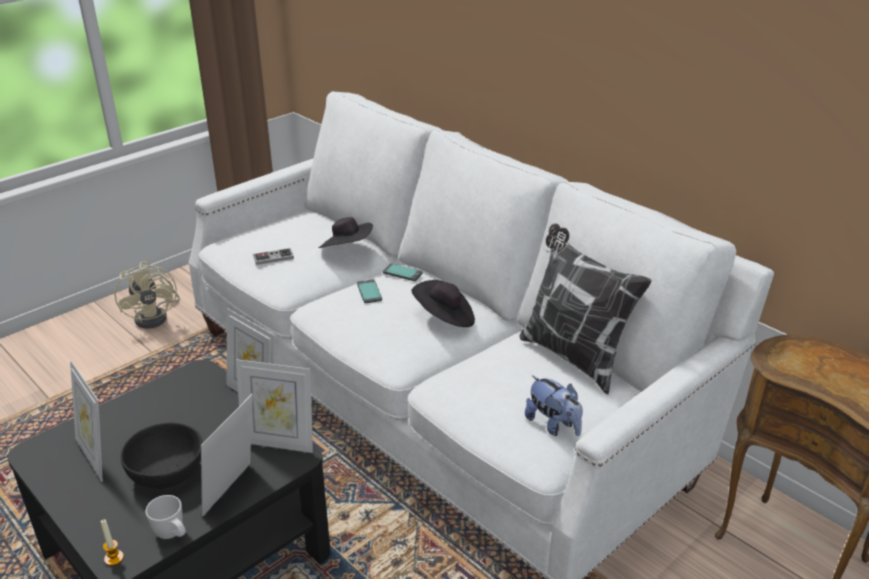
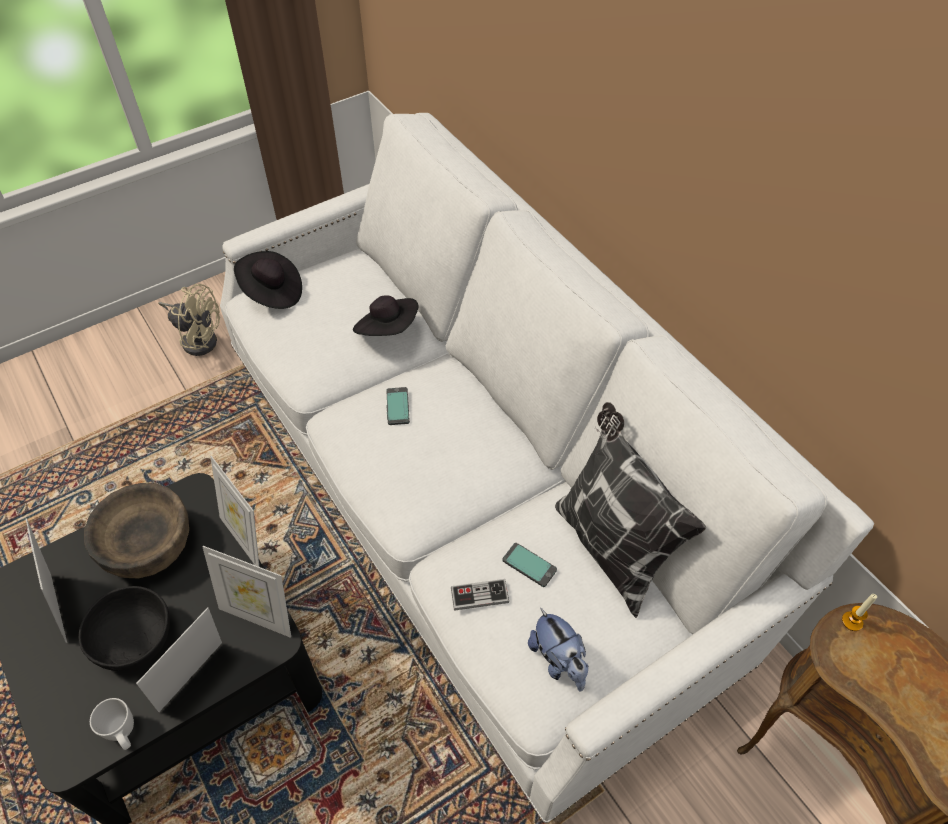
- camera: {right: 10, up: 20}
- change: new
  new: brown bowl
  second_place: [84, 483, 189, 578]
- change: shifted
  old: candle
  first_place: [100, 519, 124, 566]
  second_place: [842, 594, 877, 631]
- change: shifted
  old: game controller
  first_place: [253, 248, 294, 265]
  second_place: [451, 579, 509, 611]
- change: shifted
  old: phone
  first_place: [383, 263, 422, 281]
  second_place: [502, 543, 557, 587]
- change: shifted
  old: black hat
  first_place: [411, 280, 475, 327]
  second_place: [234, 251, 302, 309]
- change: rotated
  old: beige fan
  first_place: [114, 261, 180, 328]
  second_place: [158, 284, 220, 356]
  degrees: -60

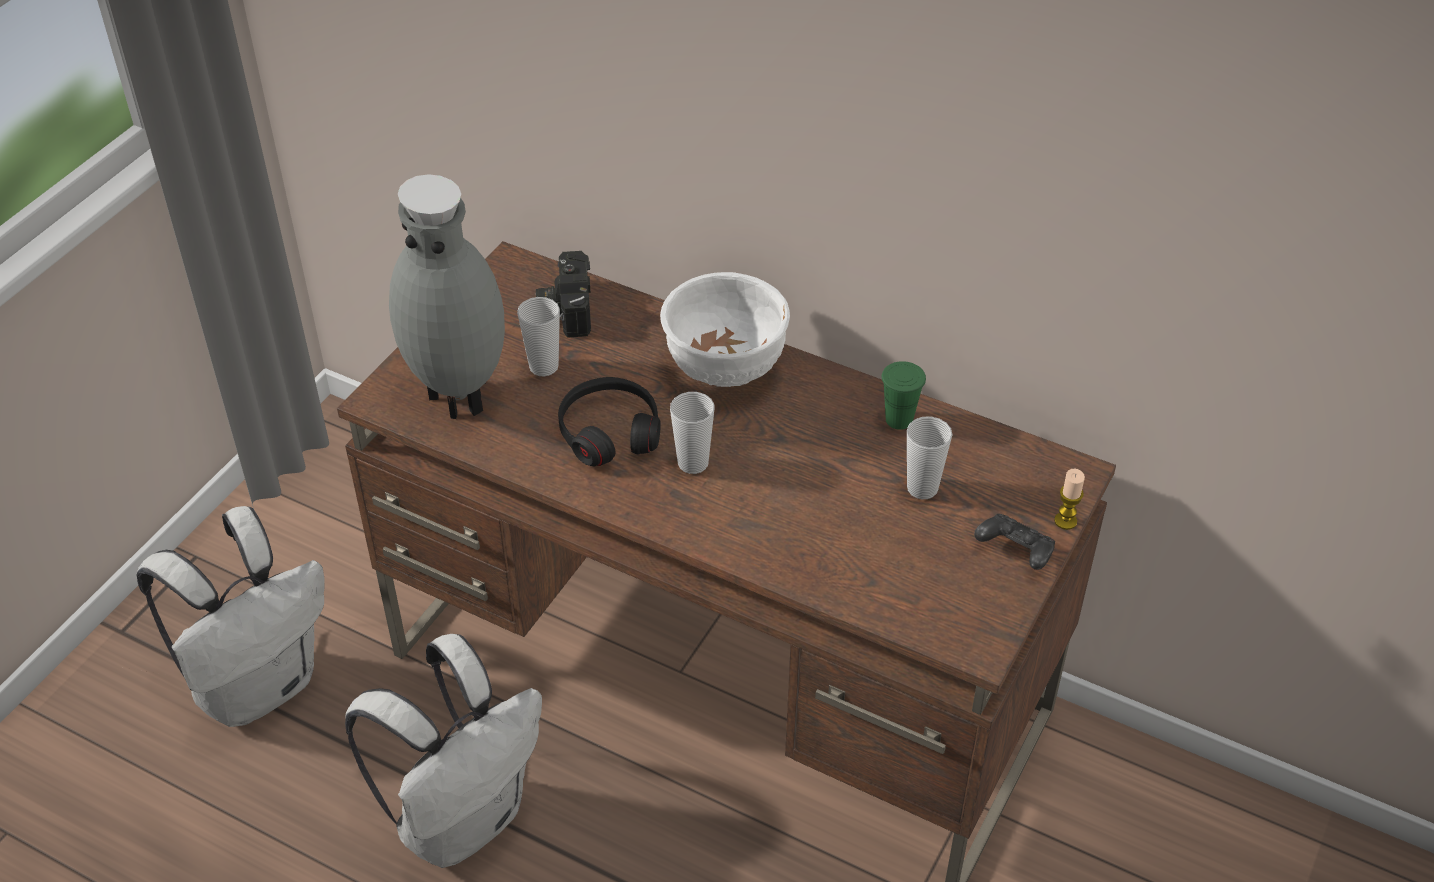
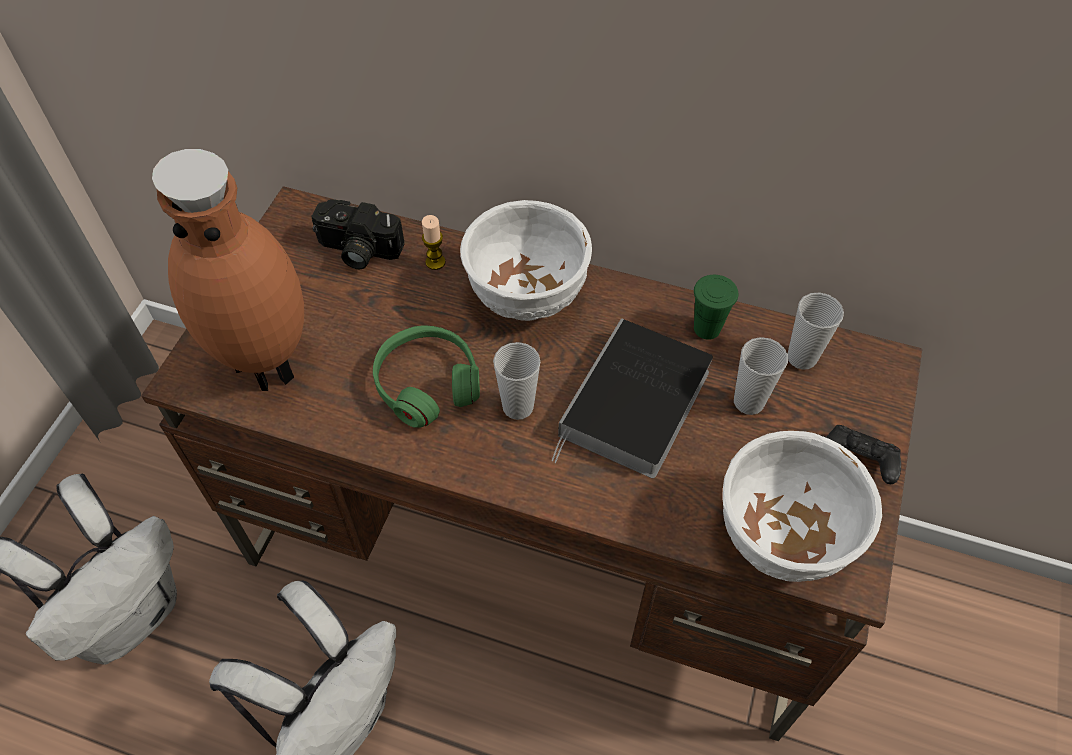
- camera: {right: -10, up: 10}
- change: new
  new: book
  second_place: [552, 318, 713, 478]
- change: new
  new: white bowl
  second_place: [722, 431, 882, 582]
- change: shifted
  old: cup
  first_place: [517, 297, 560, 376]
  second_place: [788, 292, 844, 370]
- change: shifted
  old: candle
  first_place: [1054, 469, 1085, 530]
  second_place: [422, 215, 446, 270]
- change: repainted
  old: grey vase
  new: brown vase
  first_place: [389, 174, 505, 419]
  second_place: [152, 149, 304, 391]
- change: repainted
  old: black headphones
  new: green headphones
  first_place: [558, 377, 661, 466]
  second_place: [373, 326, 480, 428]
- change: rotated
  old: photo camera
  first_place: [536, 251, 591, 338]
  second_place: [311, 199, 405, 269]
  degrees: -60

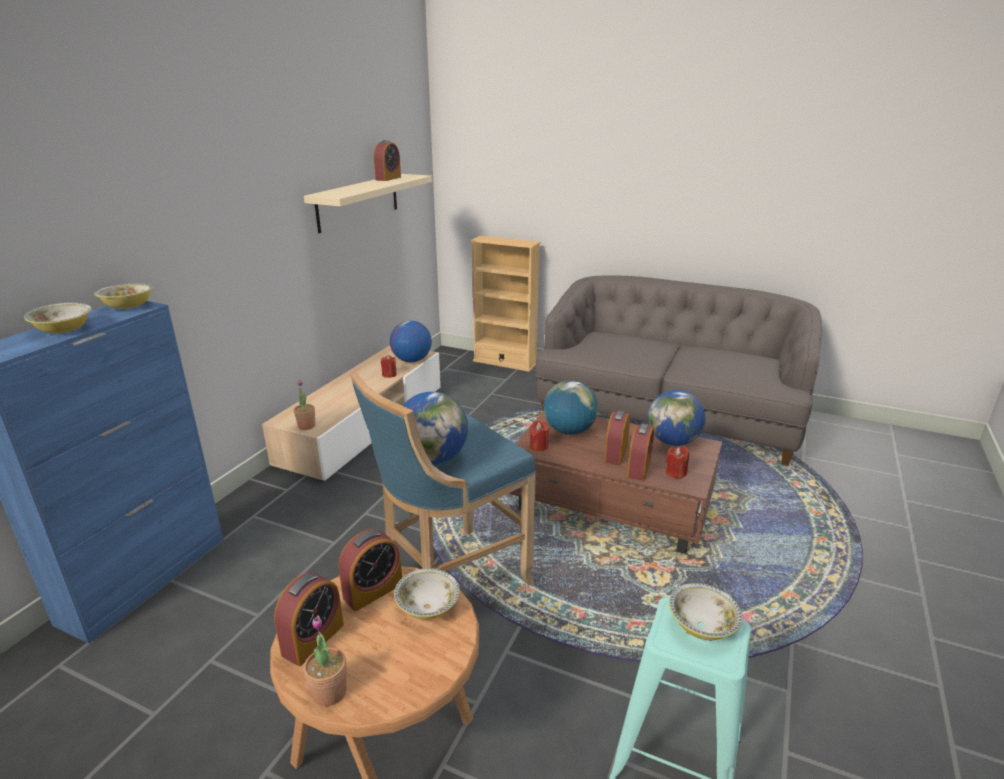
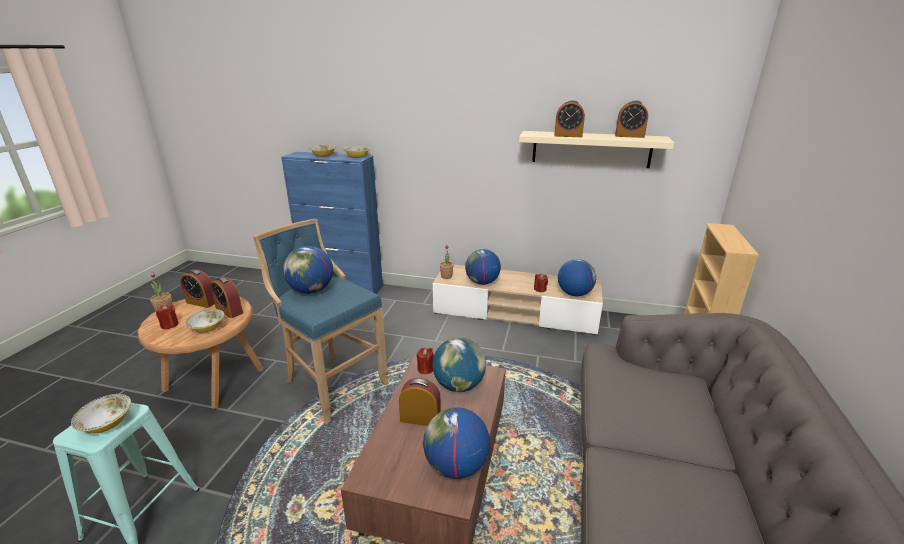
- camera: {right: 80, up: 0}
- change: new
  new: globe
  second_place: [465, 249, 501, 285]
- change: shifted
  old: alarm clock
  first_place: [627, 424, 654, 481]
  second_place: [554, 100, 585, 137]
- change: shifted
  old: red candle
  first_place: [666, 446, 689, 479]
  second_place: [156, 305, 179, 329]

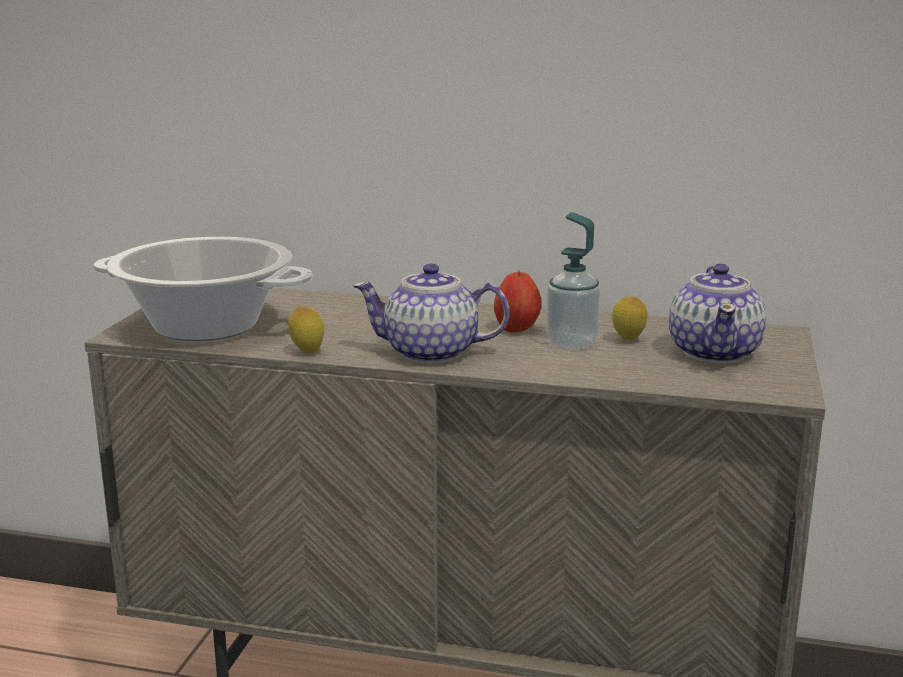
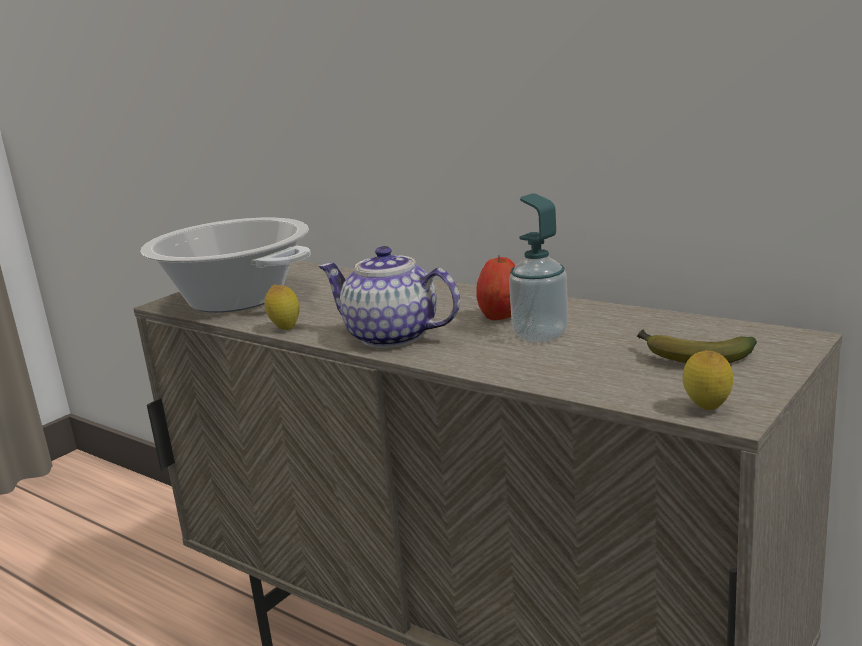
- camera: {right: 25, up: 0}
- change: shifted
  old: lemon
  first_place: [612, 296, 648, 340]
  second_place: [682, 351, 733, 410]
- change: swapped
  old: teapot
  new: banana
  first_place: [669, 264, 766, 363]
  second_place: [637, 330, 757, 363]

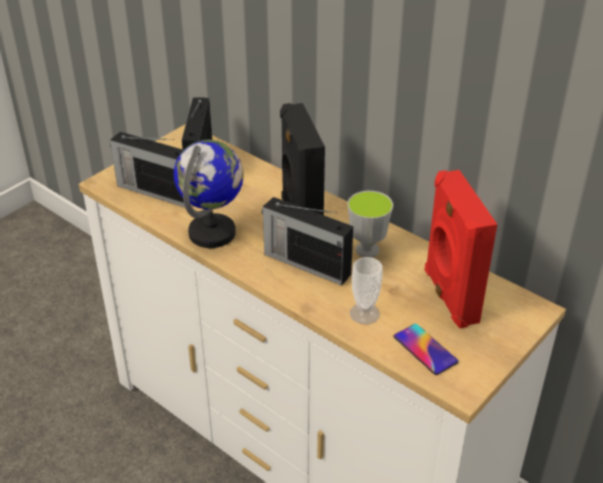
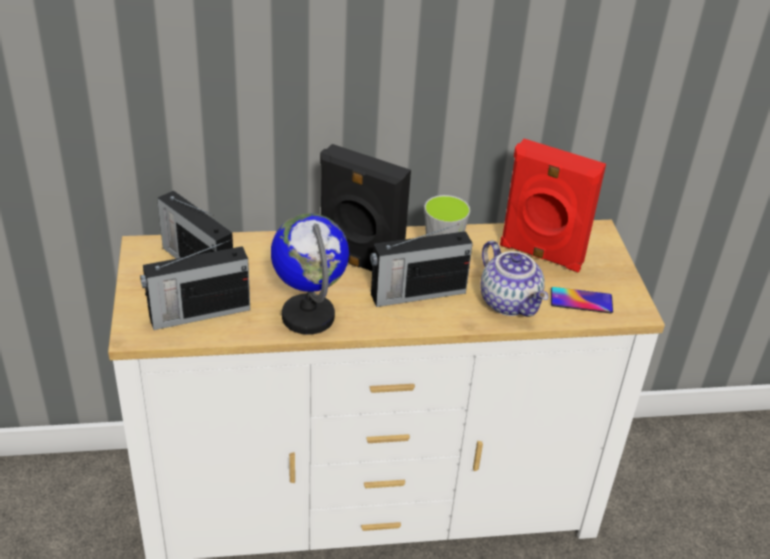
- camera: {right: -50, up: 0}
- change: swapped
  old: cup
  new: teapot
  first_place: [350, 257, 383, 324]
  second_place: [480, 240, 549, 317]

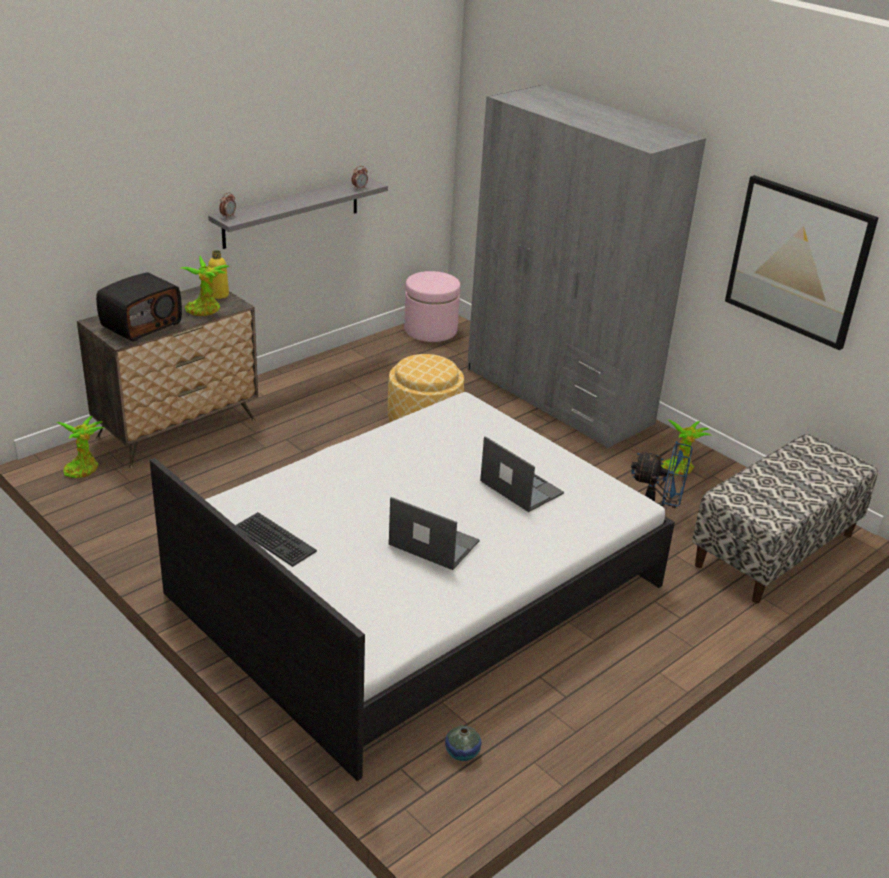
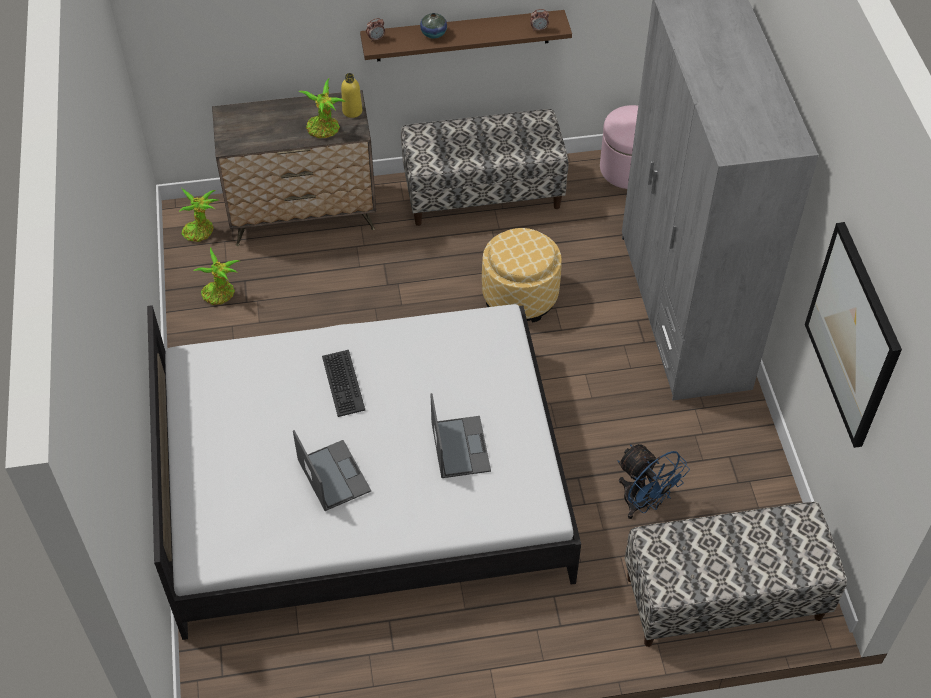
- camera: {right: 35, up: 20}
- change: gone
  old: radio
  first_place: [96, 272, 182, 341]
- change: new
  new: bench
  second_place: [401, 109, 568, 226]
- change: shifted
  old: keyboard
  first_place: [235, 512, 317, 567]
  second_place: [322, 350, 365, 417]
- change: shifted
  old: vase
  first_place: [445, 726, 481, 761]
  second_place: [420, 13, 447, 39]
- change: shifted
  old: potted plant
  first_place: [661, 419, 712, 476]
  second_place: [193, 247, 239, 305]
- change: repainted
  old: grey shelf
  new: brown shelf
  first_place: [208, 177, 388, 249]
  second_place: [360, 10, 572, 62]

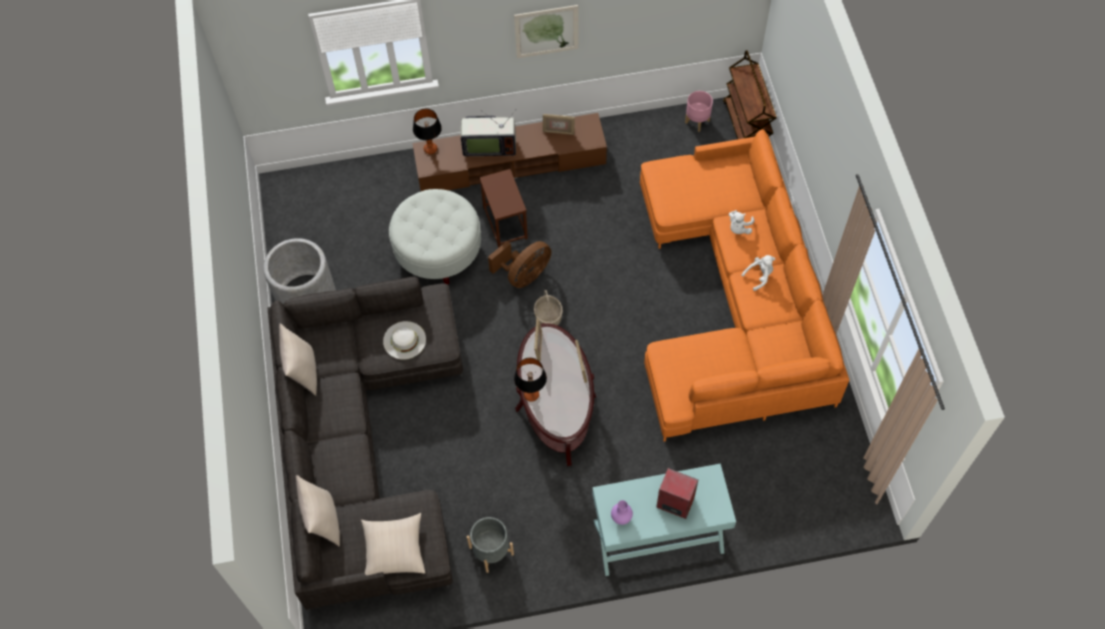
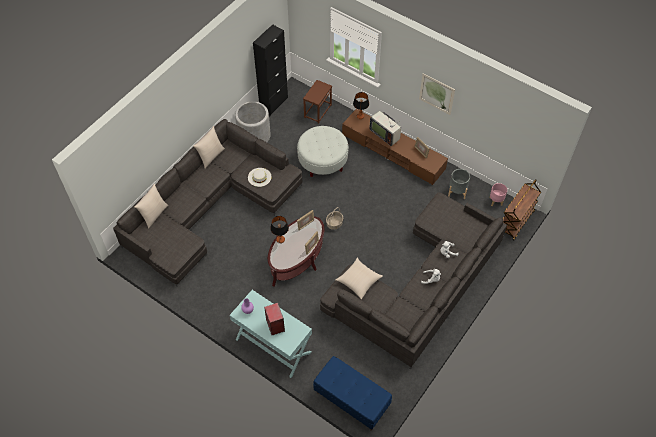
- camera: {right: 45, up: -5}
- change: gone
  old: brown fan
  first_place: [488, 241, 551, 288]
- change: new
  new: black cabinet
  second_place: [253, 24, 288, 115]
- change: new
  new: blue bench
  second_place: [313, 356, 392, 431]
- change: shifted
  old: beige pillow
  first_place: [361, 513, 425, 575]
  second_place: [336, 258, 383, 299]
- change: shifted
  old: grey planter
  first_place: [467, 517, 514, 573]
  second_place: [448, 169, 470, 199]
- change: shifted
  old: brown side table
  first_place: [479, 169, 528, 247]
  second_place: [303, 80, 332, 124]
- change: repainted
  old: orange sofa
  new: grey sofa
  first_place: [640, 129, 849, 441]
  second_place: [320, 192, 507, 369]

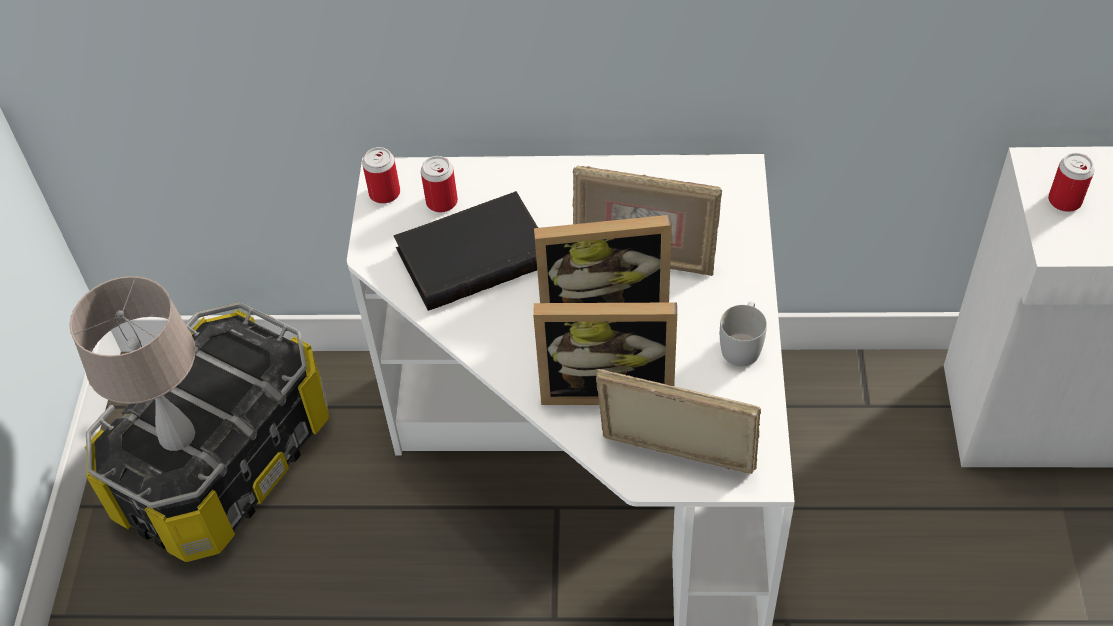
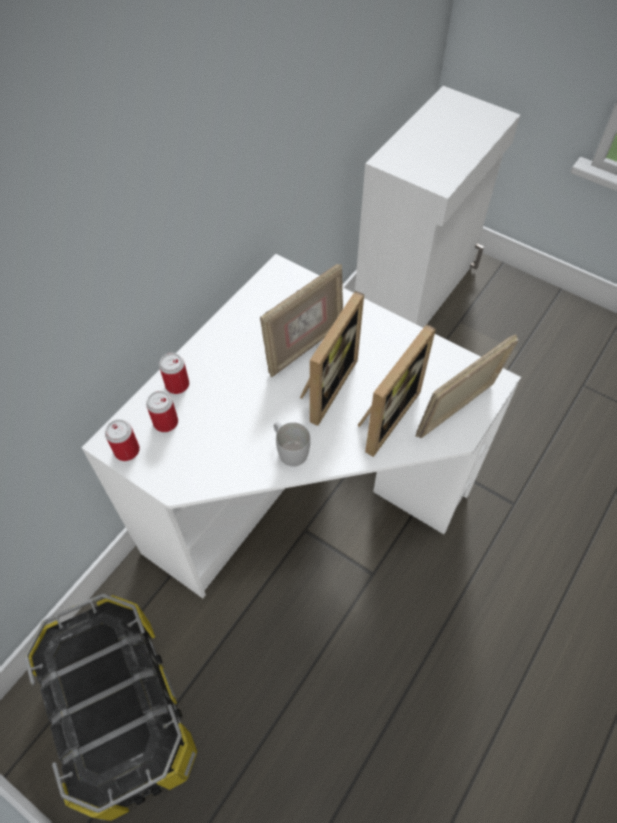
- camera: {right: -60, up: 5}
- change: gone
  old: beige table lamp
  first_place: [69, 276, 196, 451]
- change: gone
  old: black book
  first_place: [394, 191, 538, 311]
- change: shifted
  old: white mug
  first_place: [720, 302, 767, 366]
  second_place: [274, 422, 310, 467]
- change: shifted
  old: can
  first_place: [1048, 153, 1094, 212]
  second_place: [159, 353, 189, 394]

